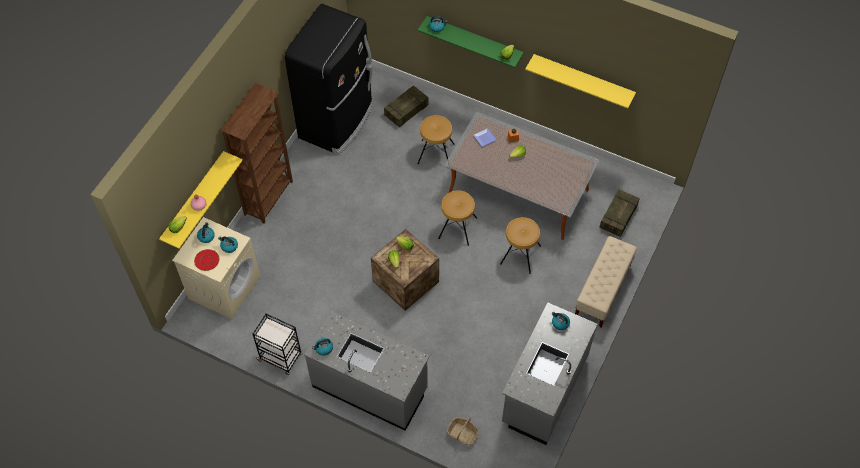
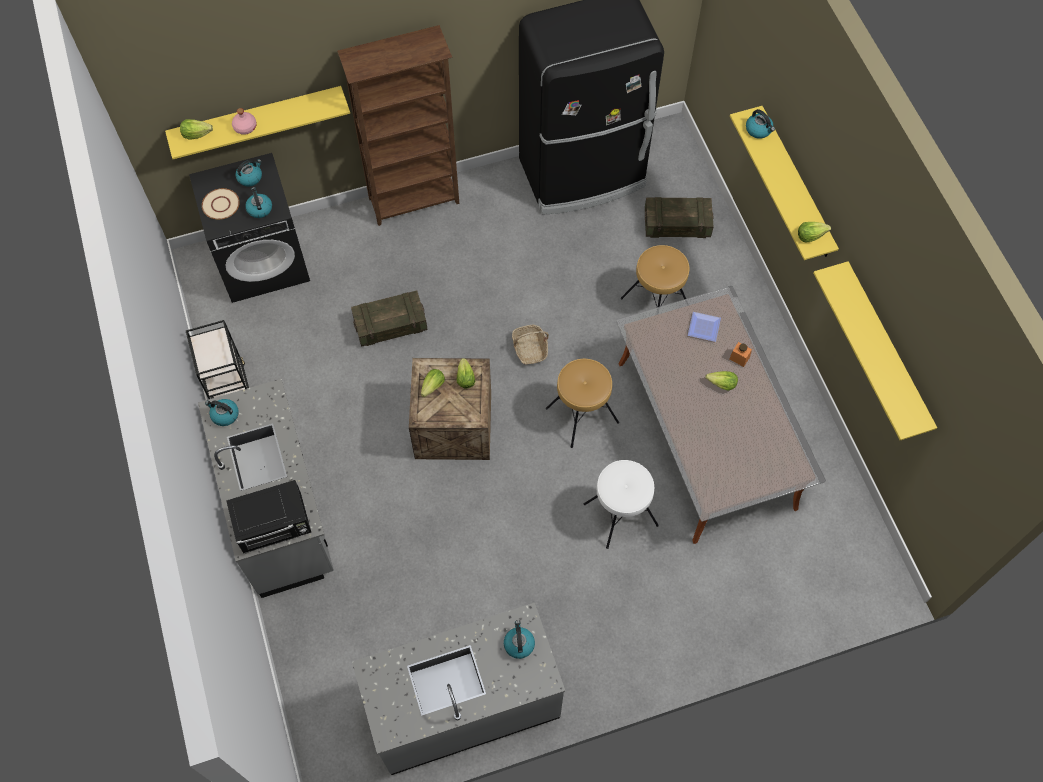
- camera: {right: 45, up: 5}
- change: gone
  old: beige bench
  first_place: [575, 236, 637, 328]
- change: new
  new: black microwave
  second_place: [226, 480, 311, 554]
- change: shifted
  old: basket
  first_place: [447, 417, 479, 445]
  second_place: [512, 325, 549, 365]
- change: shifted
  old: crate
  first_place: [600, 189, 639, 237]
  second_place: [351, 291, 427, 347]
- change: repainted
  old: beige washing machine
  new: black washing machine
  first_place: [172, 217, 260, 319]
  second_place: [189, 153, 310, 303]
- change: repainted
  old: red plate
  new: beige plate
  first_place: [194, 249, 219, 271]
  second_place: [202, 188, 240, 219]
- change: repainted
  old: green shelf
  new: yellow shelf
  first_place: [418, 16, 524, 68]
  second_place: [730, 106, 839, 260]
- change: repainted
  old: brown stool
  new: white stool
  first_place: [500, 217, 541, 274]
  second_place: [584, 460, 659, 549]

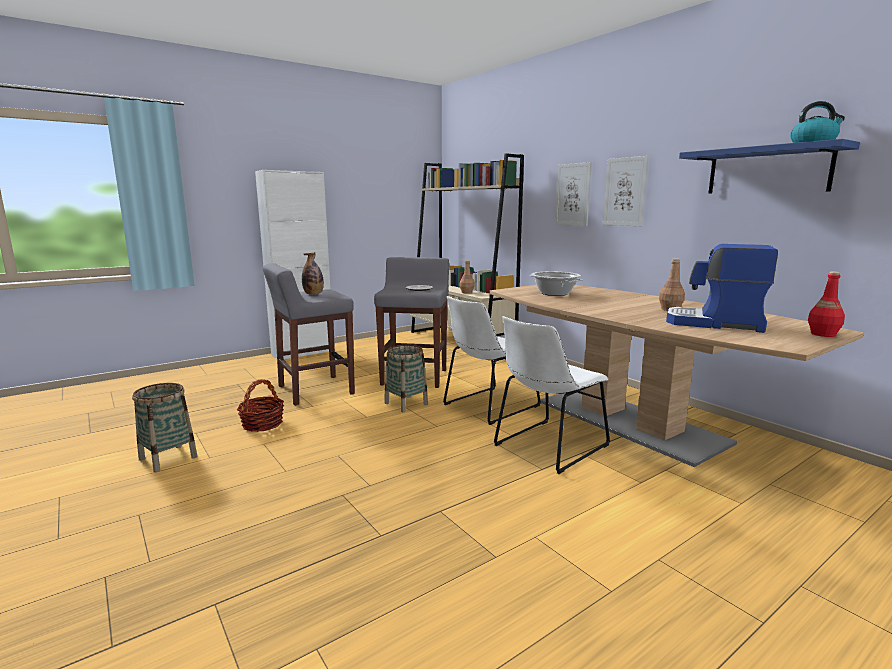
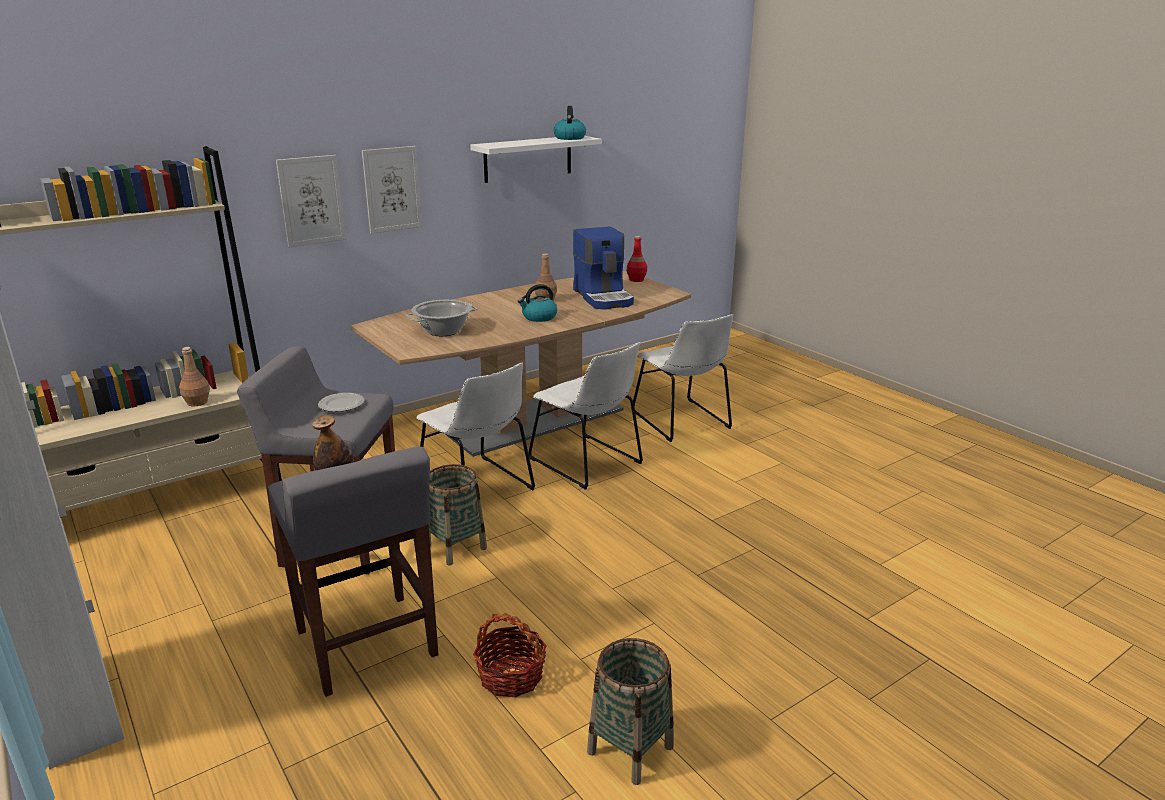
- camera: {right: -90, up: 10}
- change: new
  new: kettle
  second_place: [518, 284, 557, 322]
- change: new
  new: white chair
  second_place: [631, 314, 733, 442]
- change: repainted
  old: blue shelf
  new: white shelf
  first_place: [679, 139, 860, 193]
  second_place: [470, 136, 602, 183]
- change: rotated
  old: coffee machine
  first_place: [666, 244, 778, 333]
  second_place: [573, 227, 634, 310]
  degrees: -45

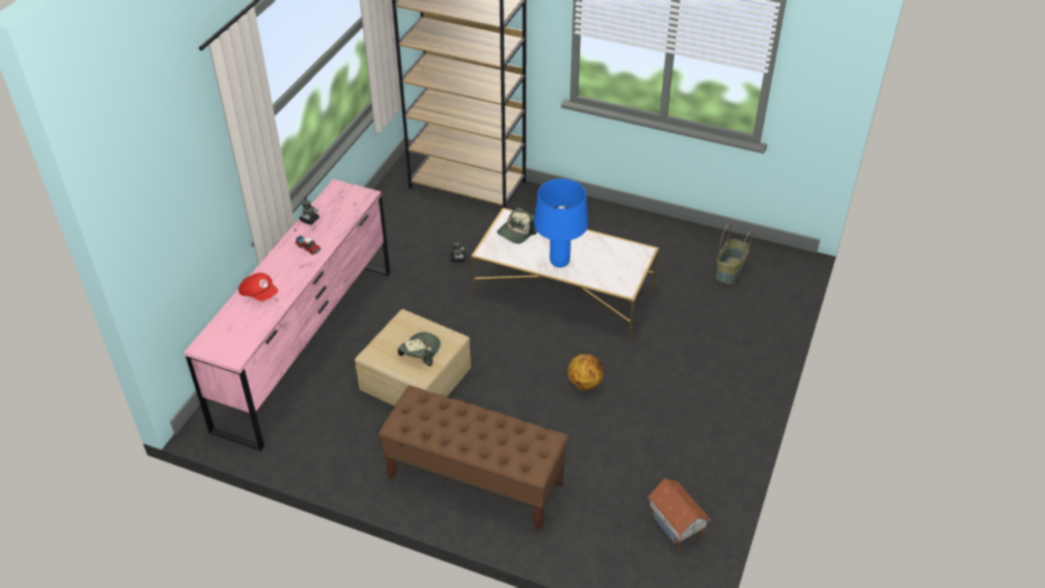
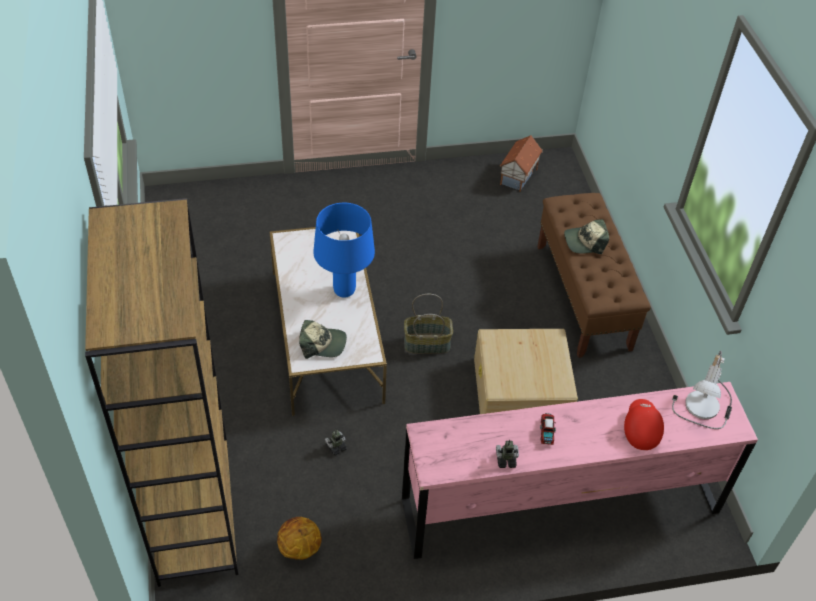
- camera: {right: -125, up: 5}
- change: new
  new: table lamp
  second_place: [672, 351, 732, 429]
- change: shifted
  old: cap
  first_place: [398, 332, 441, 367]
  second_place: [564, 219, 609, 254]
- change: shifted
  old: basketball
  first_place: [567, 354, 604, 390]
  second_place: [277, 517, 322, 560]
- change: shifted
  old: basket
  first_place: [715, 223, 753, 284]
  second_place: [404, 294, 453, 354]

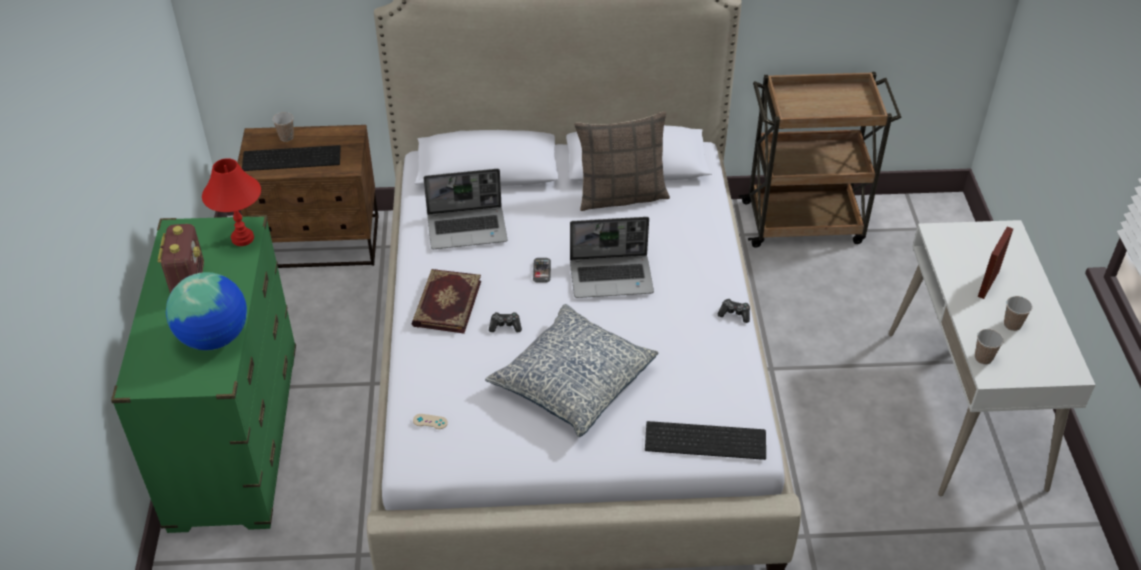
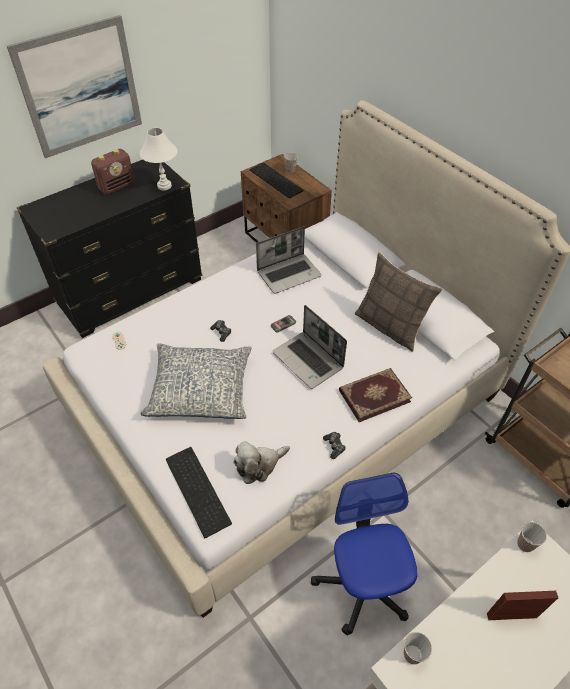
- camera: {right: 55, up: 5}
- change: gone
  old: globe
  first_place: [166, 272, 247, 350]
- change: new
  new: picture
  second_place: [7, 15, 142, 158]
- change: new
  new: plush toy
  second_place: [233, 441, 290, 484]
- change: new
  new: office chair
  second_place: [311, 473, 418, 635]
- change: shifted
  old: book
  first_place: [411, 269, 481, 334]
  second_place: [339, 368, 412, 422]
- change: shifted
  old: cup
  first_place: [1004, 296, 1033, 331]
  second_place: [517, 522, 547, 552]
- change: repainted
  old: green dresser
  new: black dresser
  first_place: [111, 215, 296, 533]
  second_place: [16, 160, 203, 338]
- change: repainted
  old: red table lamp
  new: white table lamp
  first_place: [202, 158, 261, 246]
  second_place: [140, 128, 178, 190]
- change: rotated
  old: laptop
  first_place: [423, 169, 508, 249]
  second_place: [256, 226, 322, 294]
  degrees: -75

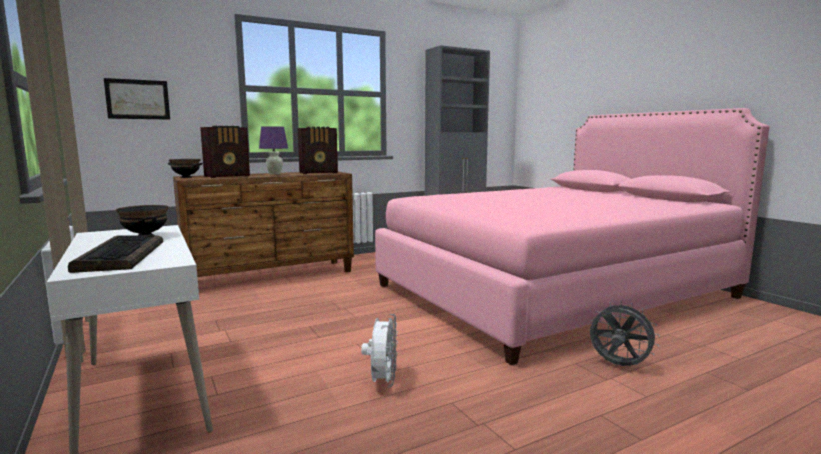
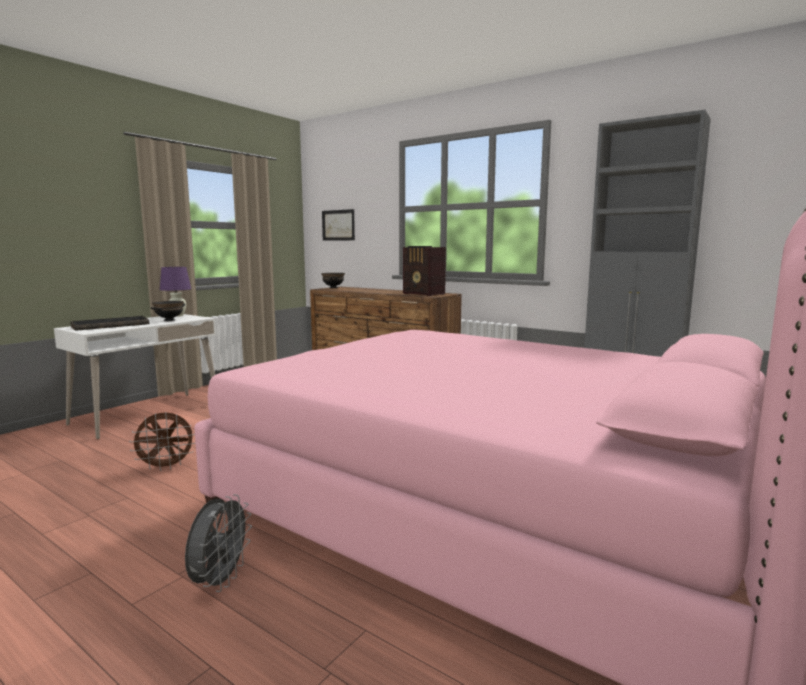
- camera: {right: 65, up: 0}
- change: gone
  old: radio
  first_place: [200, 126, 250, 178]
- change: shifted
  old: purple table lamp
  first_place: [259, 126, 288, 175]
  second_place: [160, 267, 191, 317]
- change: repainted
  old: white fan
  new: brown fan
  first_place: [361, 314, 398, 388]
  second_place: [129, 412, 195, 471]

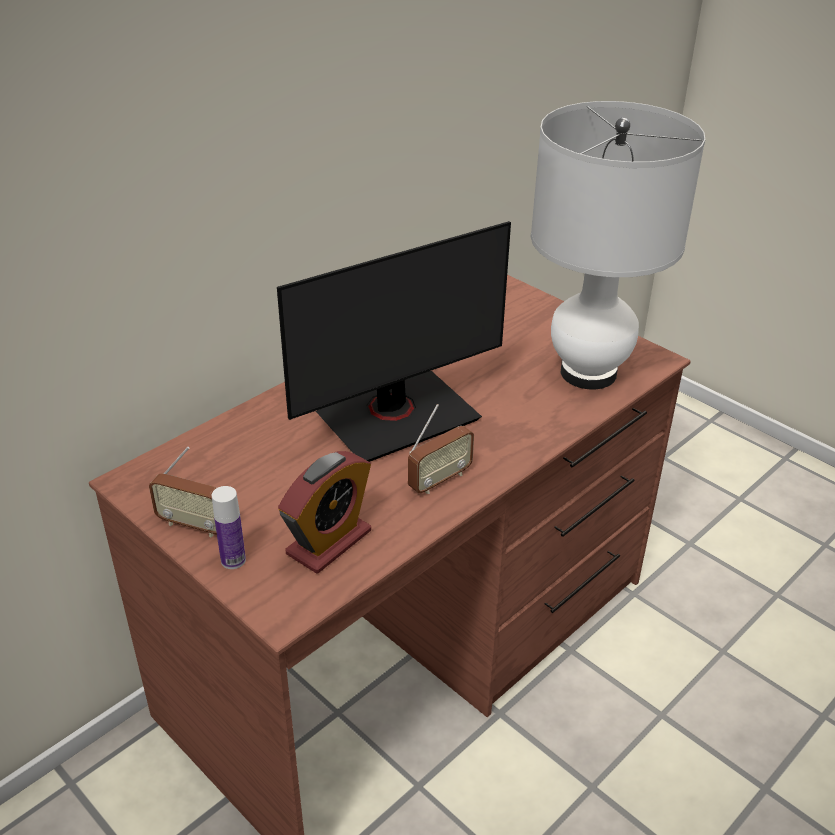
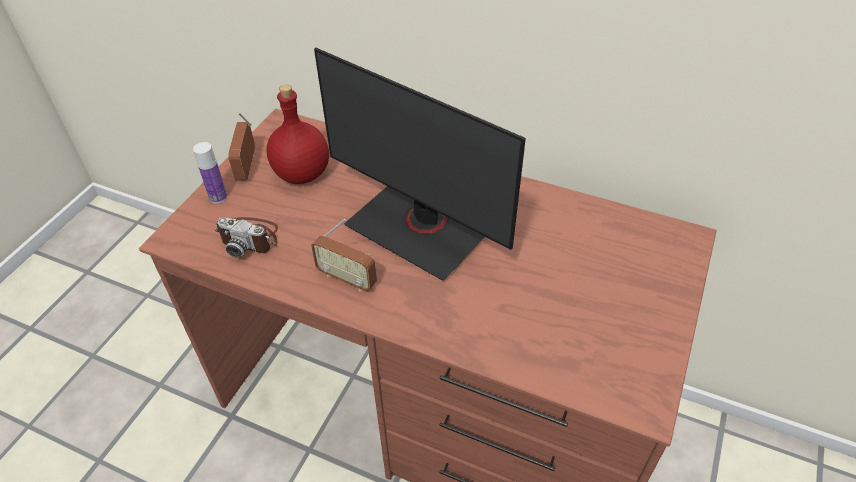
- camera: {right: 70, up: 10}
- change: gone
  old: white table lamp
  first_place: [531, 101, 705, 389]
- change: new
  new: red bottle
  second_place: [266, 84, 329, 184]
- change: swapped
  old: alarm clock
  new: photo camera
  first_place: [278, 451, 371, 574]
  second_place: [215, 217, 278, 258]

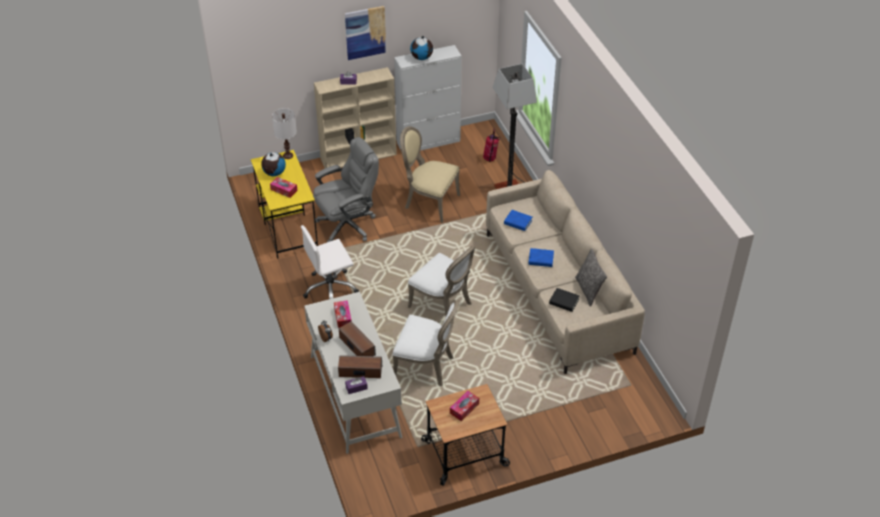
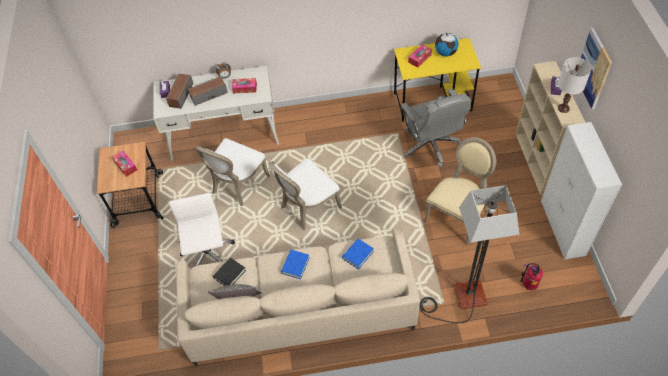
- camera: {right: 105, up: 10}
- change: gone
  old: globe
  first_place: [410, 36, 433, 60]
- change: shifted
  old: white table lamp
  first_place: [272, 108, 297, 159]
  second_place: [558, 57, 591, 113]
- change: shifted
  old: white office chair
  first_place: [301, 225, 359, 299]
  second_place: [168, 193, 235, 266]

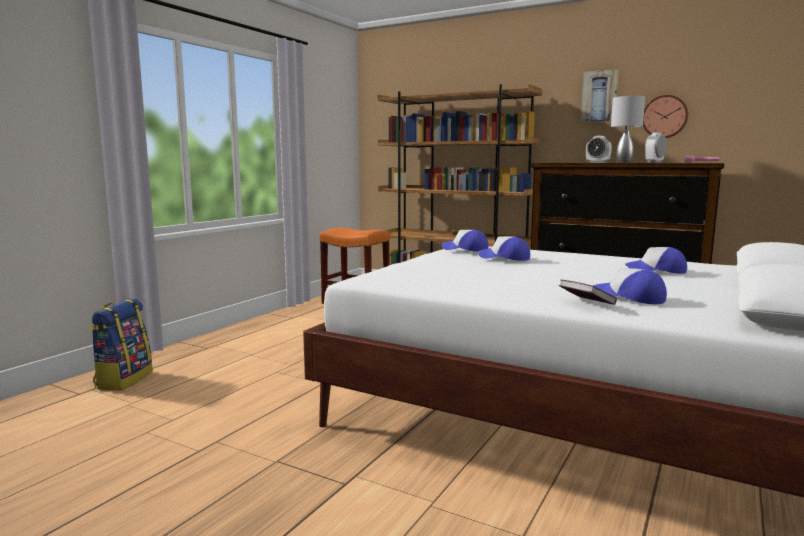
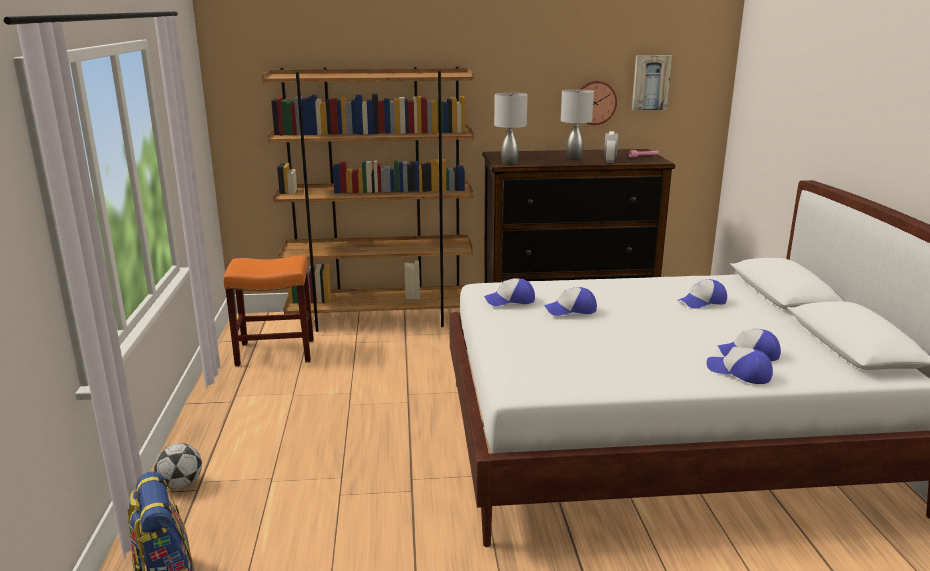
- camera: {right: -35, up: 10}
- change: gone
  old: alarm clock
  first_place: [586, 136, 612, 163]
- change: new
  new: football
  second_place: [154, 443, 202, 489]
- change: new
  new: grey table lamp
  second_place: [494, 93, 528, 165]
- change: shifted
  old: picture
  first_place: [581, 69, 619, 122]
  second_place: [632, 55, 672, 110]
- change: swapped
  old: book
  new: cap
  first_place: [559, 280, 617, 305]
  second_place: [707, 347, 773, 384]

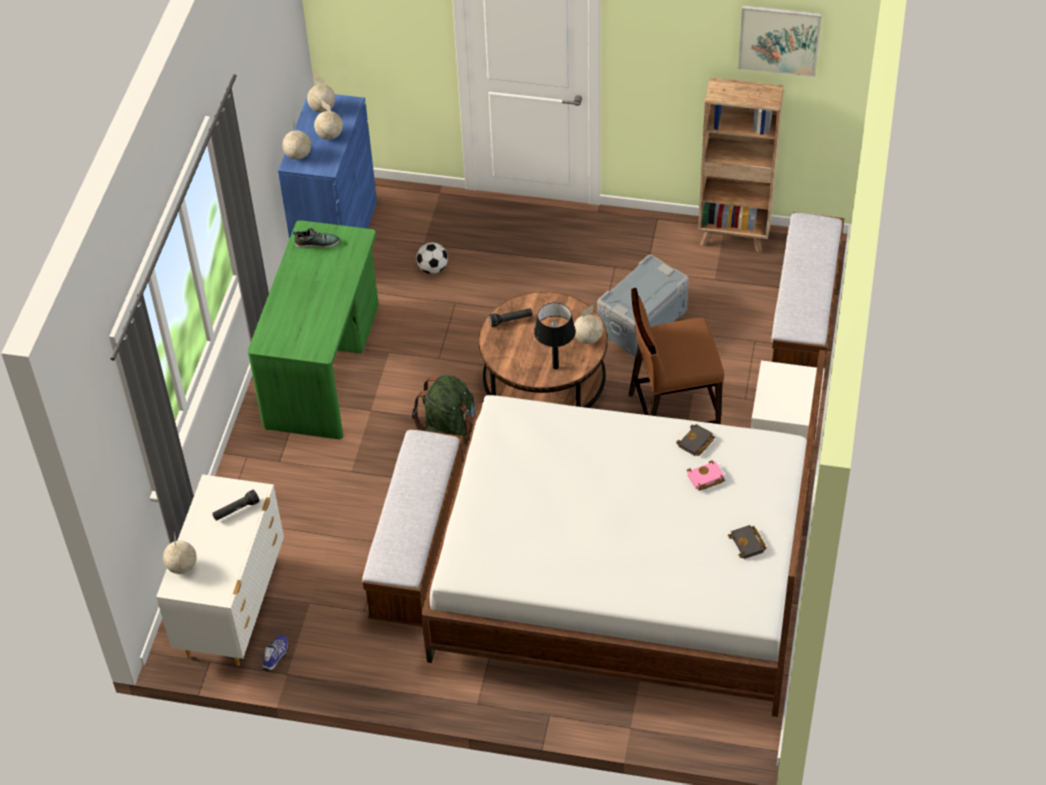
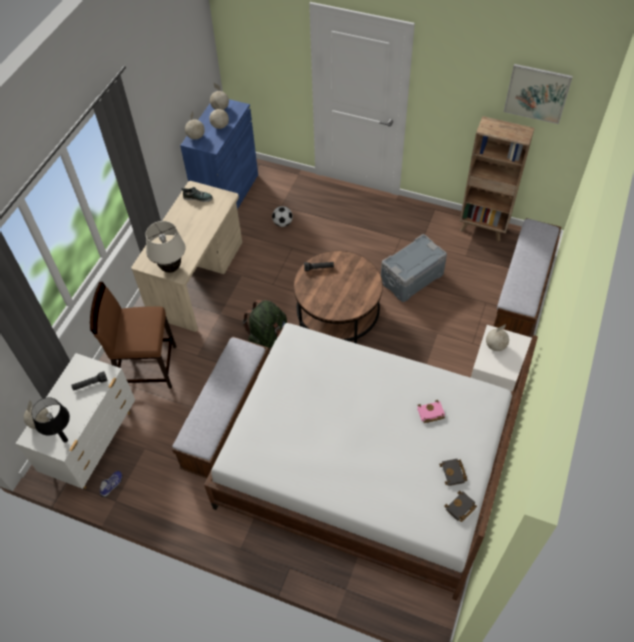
- camera: {right: 10, up: 5}
- change: new
  new: beige table lamp
  second_place: [145, 221, 185, 273]
- change: shifted
  old: black table lamp
  first_place: [534, 303, 576, 370]
  second_place: [31, 397, 70, 443]
- change: shifted
  old: globe
  first_place: [574, 305, 603, 344]
  second_place: [486, 324, 509, 351]
- change: shifted
  old: brown chair
  first_place: [629, 288, 724, 424]
  second_place: [90, 282, 176, 389]
- change: shifted
  old: black book
  first_place: [676, 424, 715, 456]
  second_place: [444, 491, 477, 522]
- change: repainted
  old: green desk
  new: beige desk
  first_place: [248, 220, 379, 439]
  second_place: [131, 181, 242, 332]

